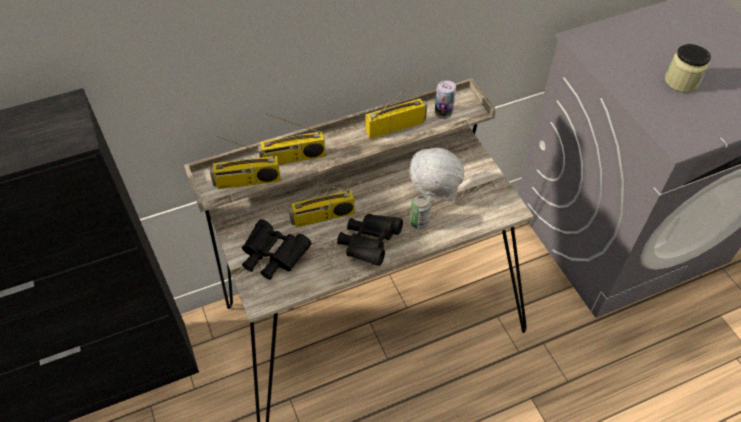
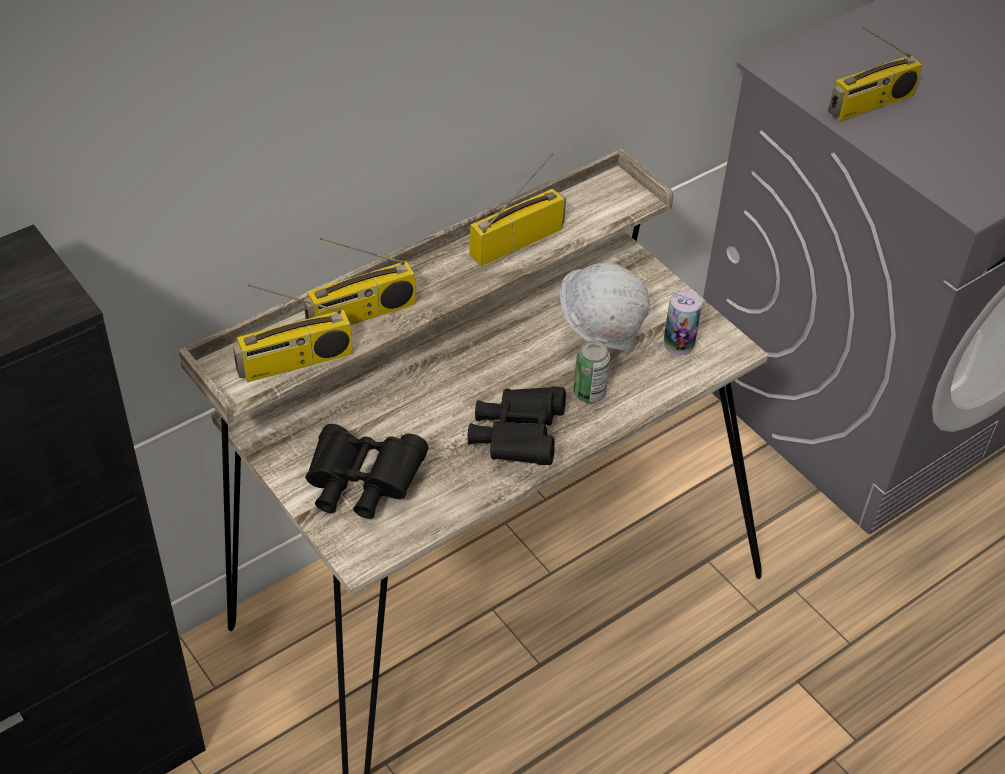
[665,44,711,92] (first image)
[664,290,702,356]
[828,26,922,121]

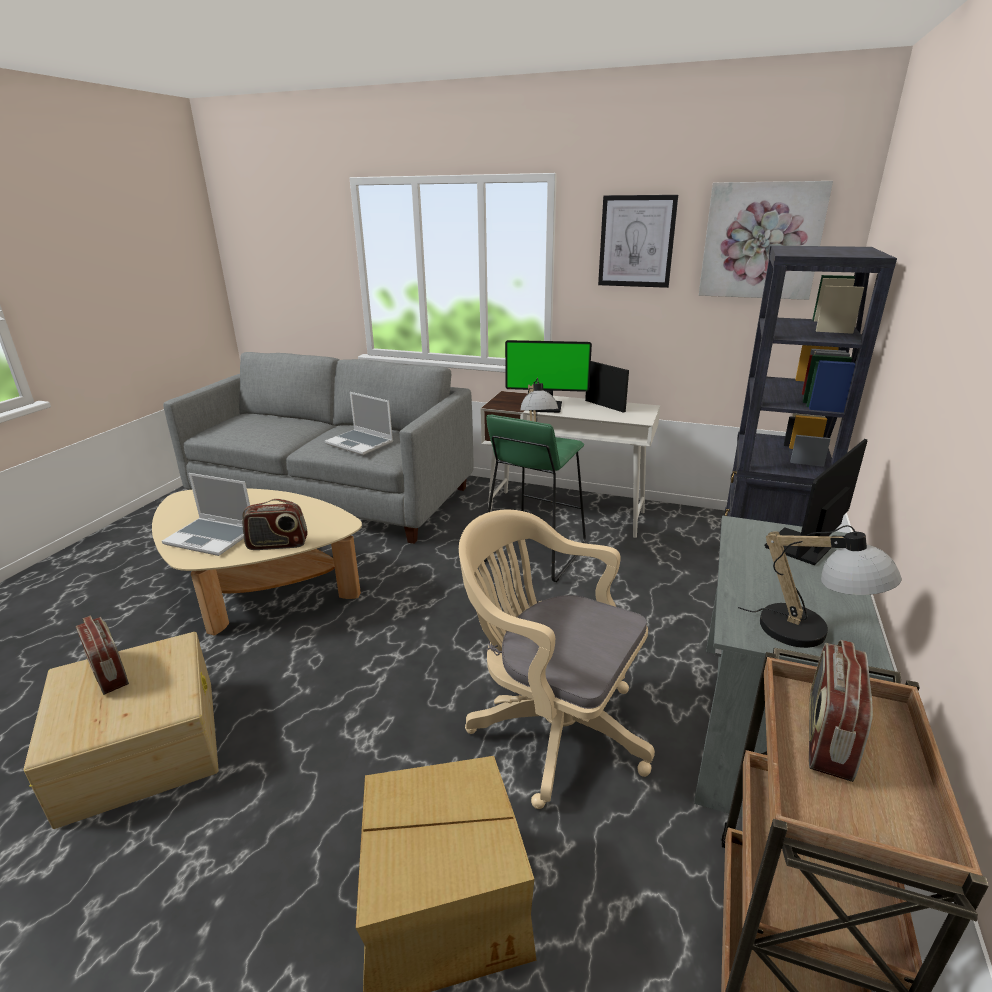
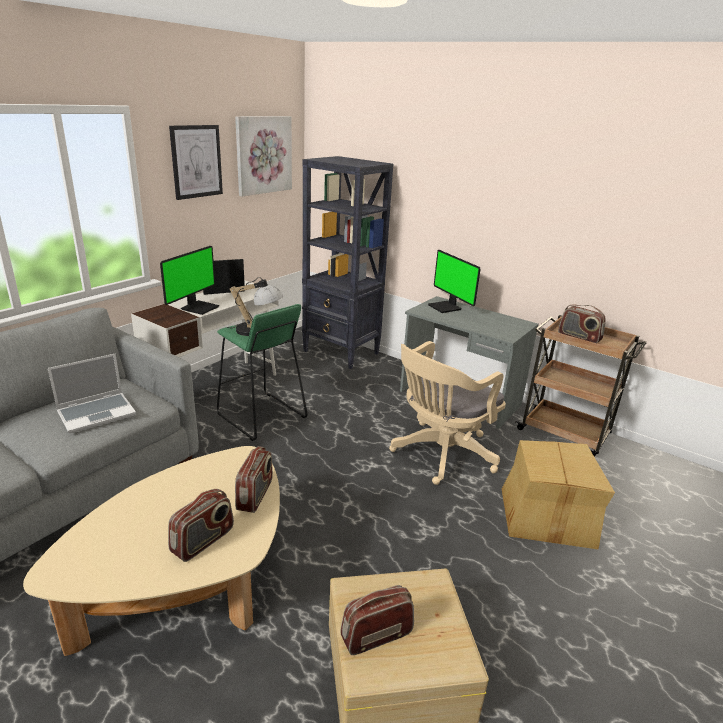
[168,489,234,562]
[738,525,902,648] (first image)

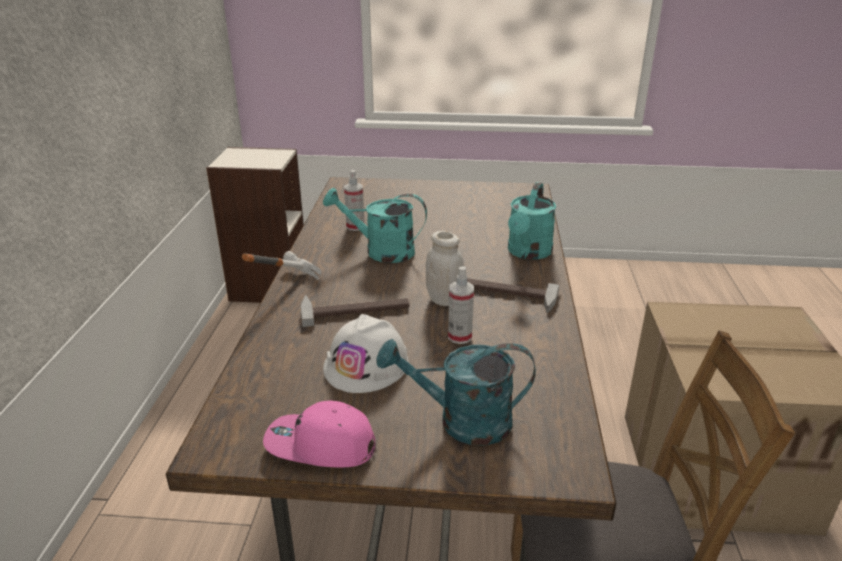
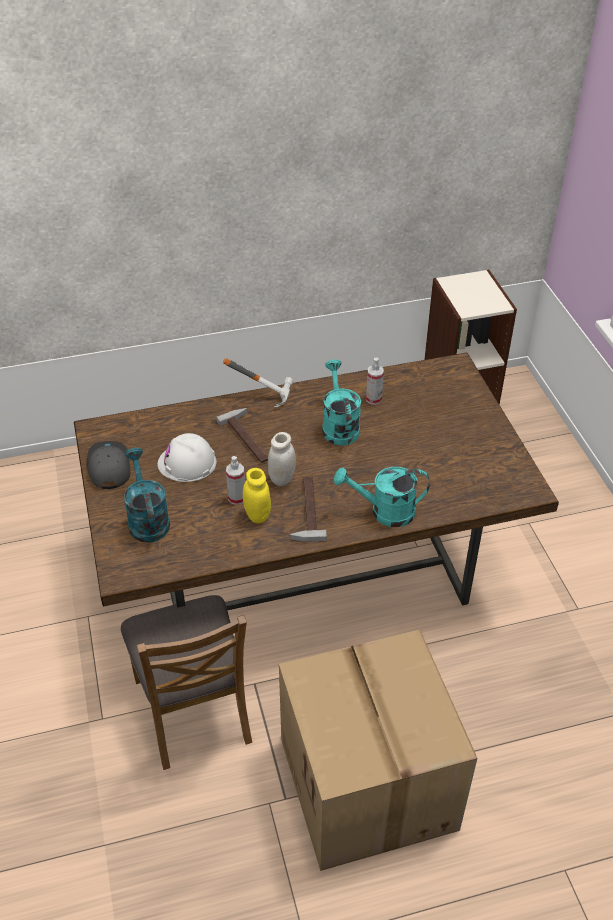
[87,441,130,489]
[243,468,271,523]

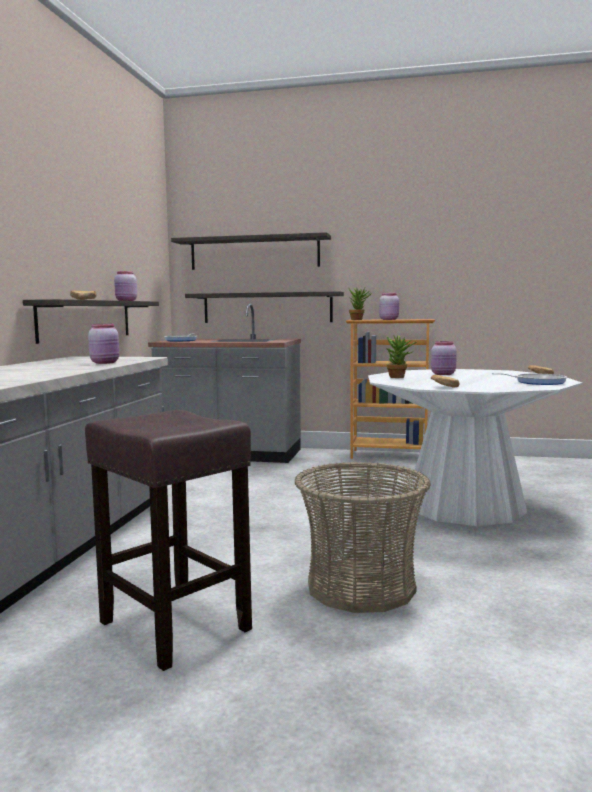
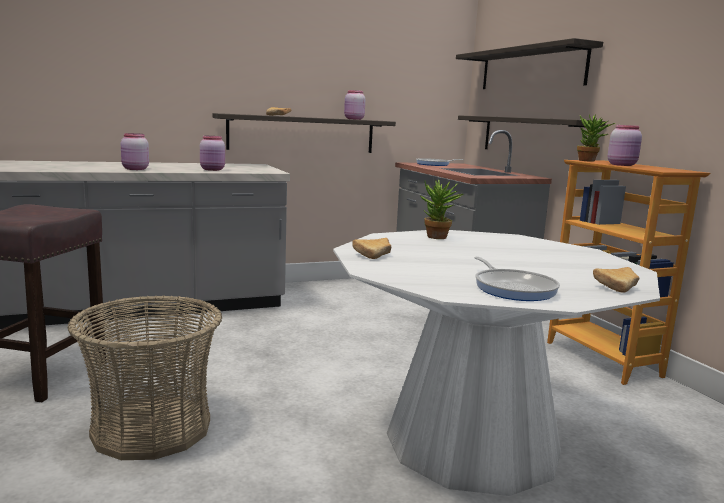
[121,133,149,170]

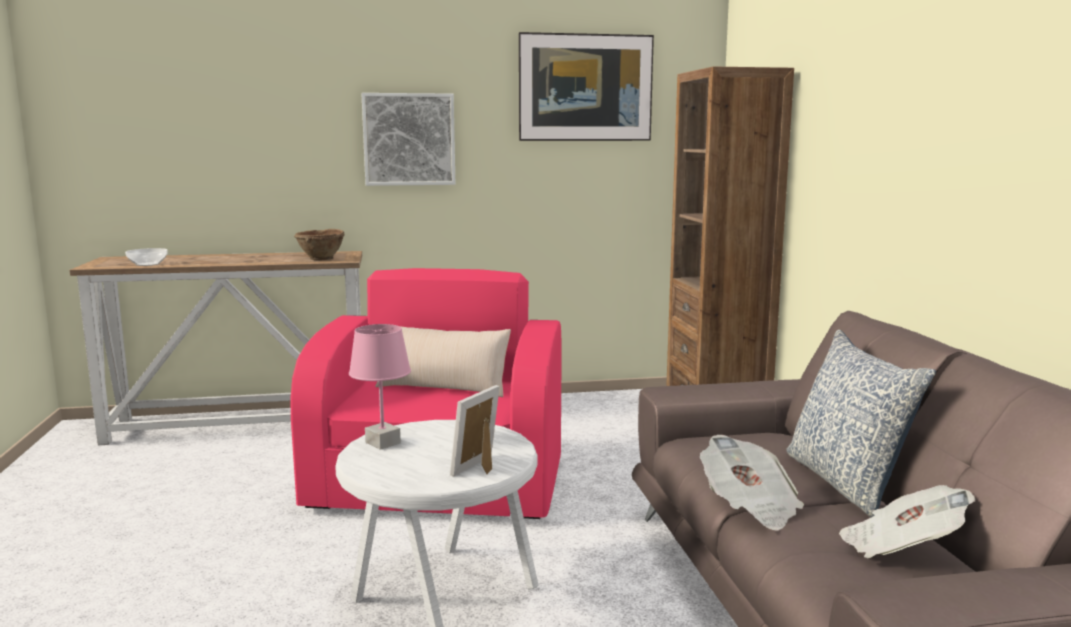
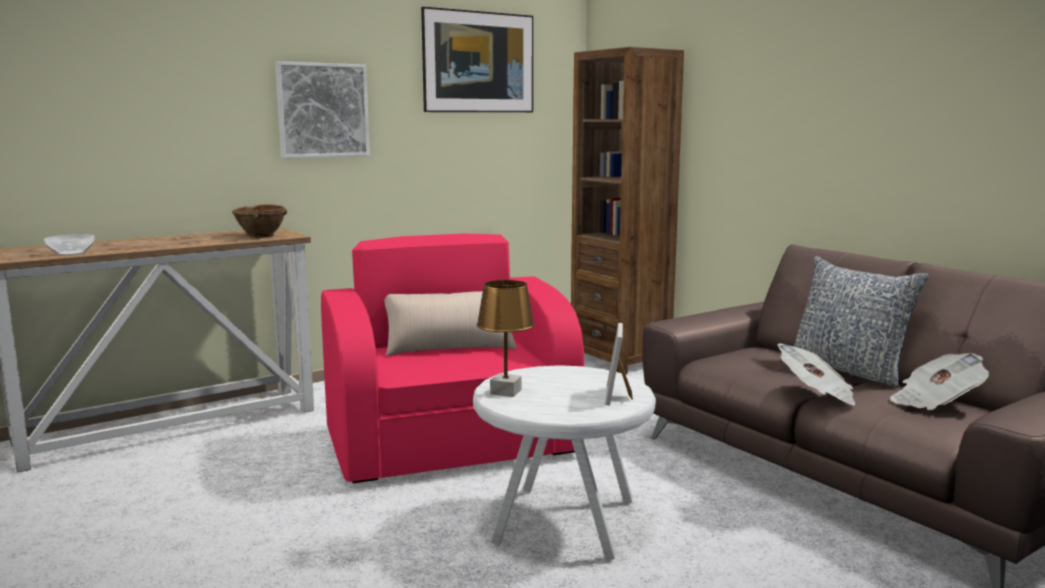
[477,280,534,397]

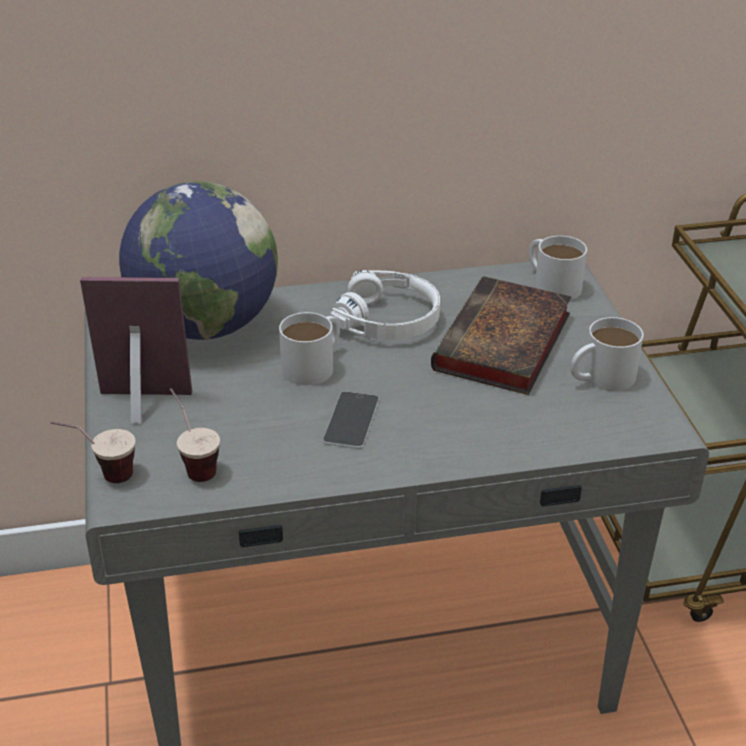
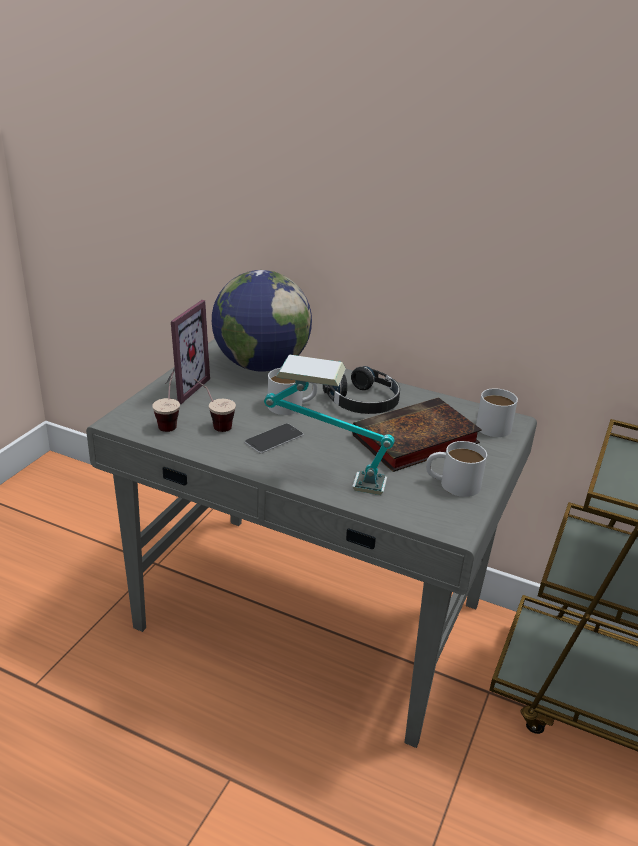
[323,366,400,414]
[166,300,210,404]
[194,378,236,432]
[264,354,395,495]

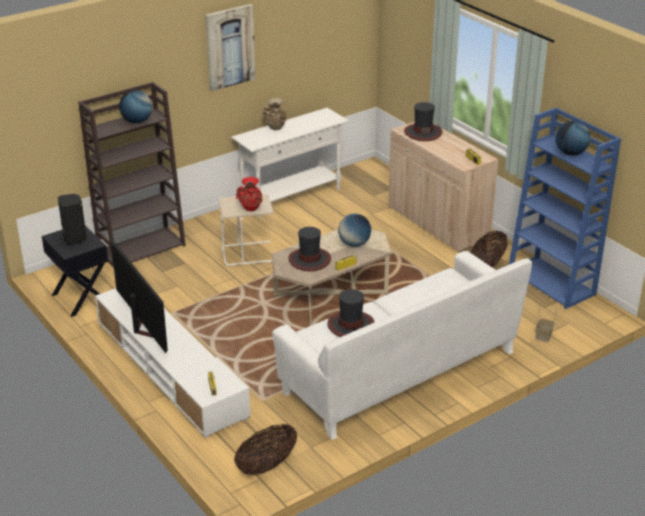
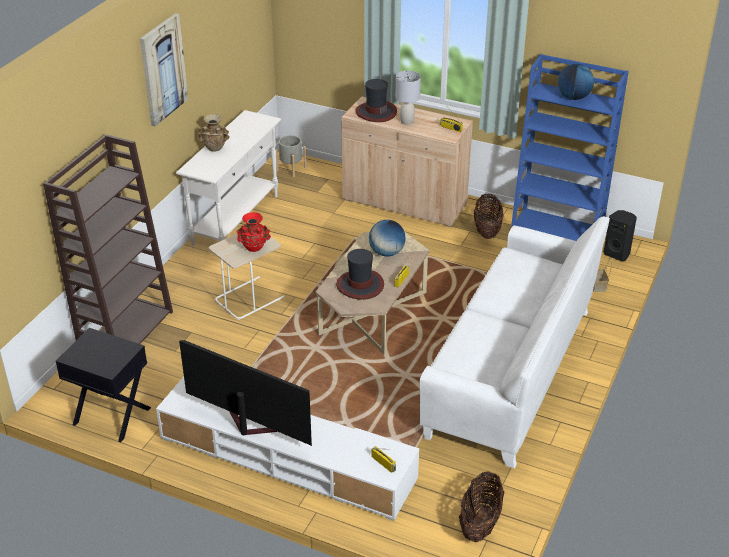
[119,90,152,123] (first image)
[604,210,637,261]
[327,289,374,337] (first image)
[396,71,421,125]
[276,135,307,177]

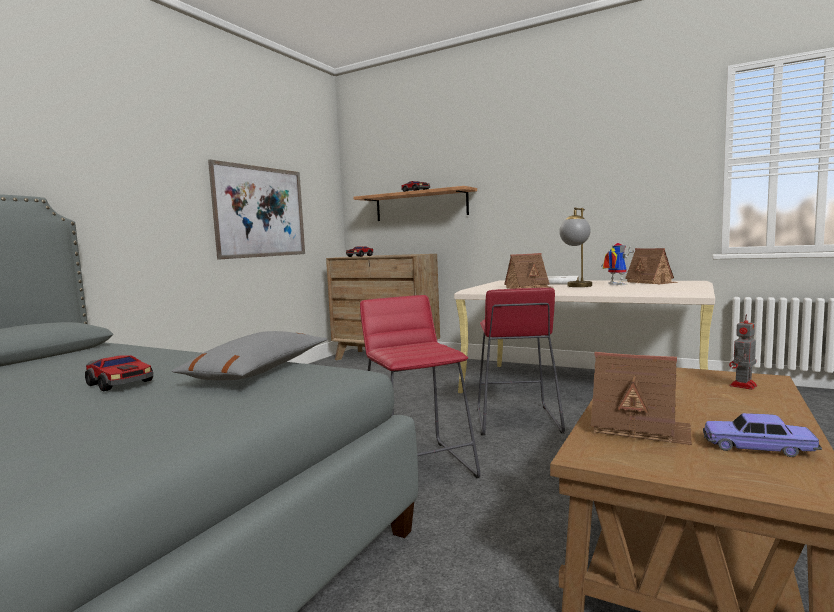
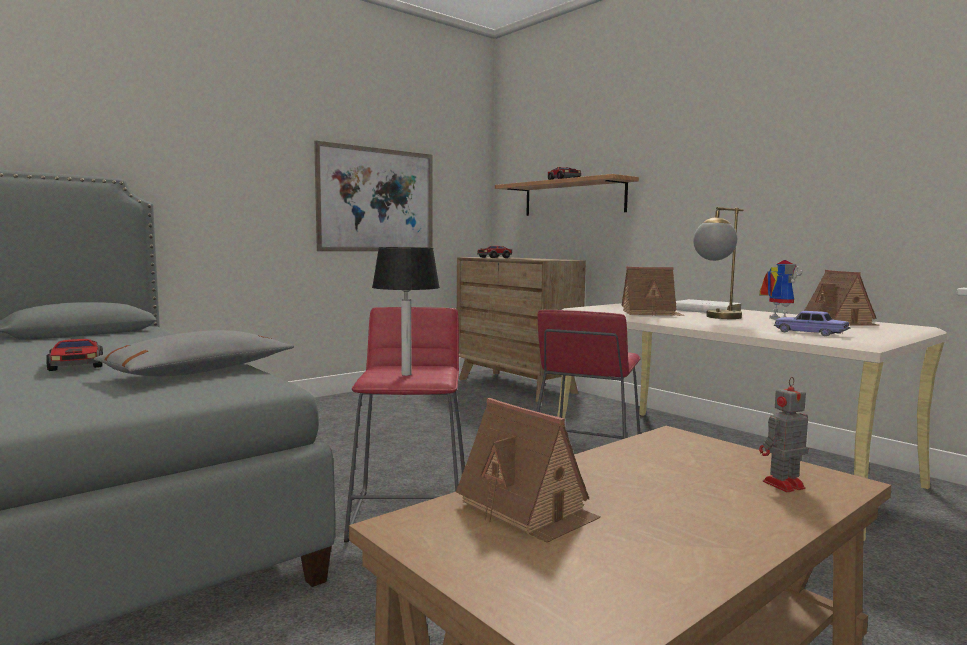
[774,311,850,336]
[372,247,440,376]

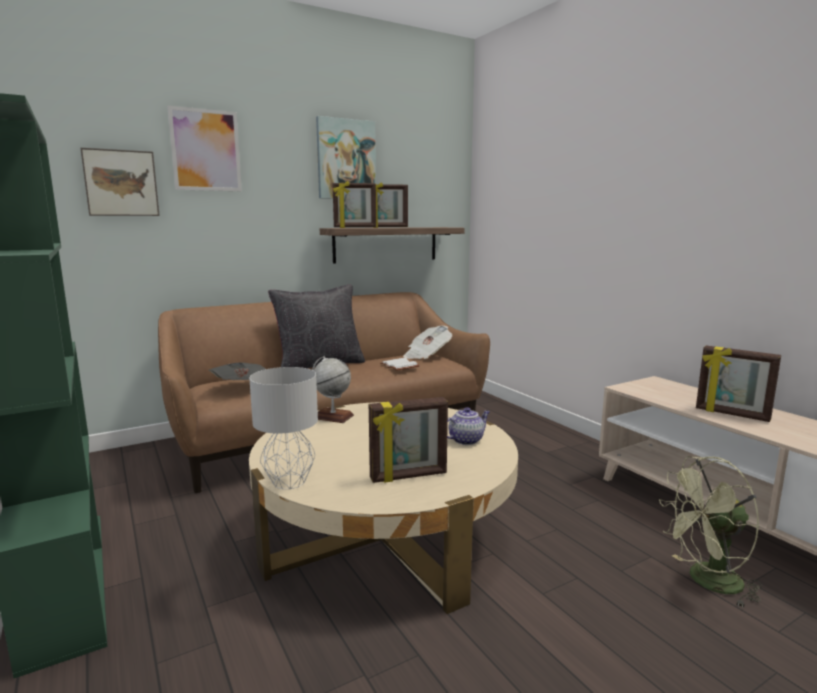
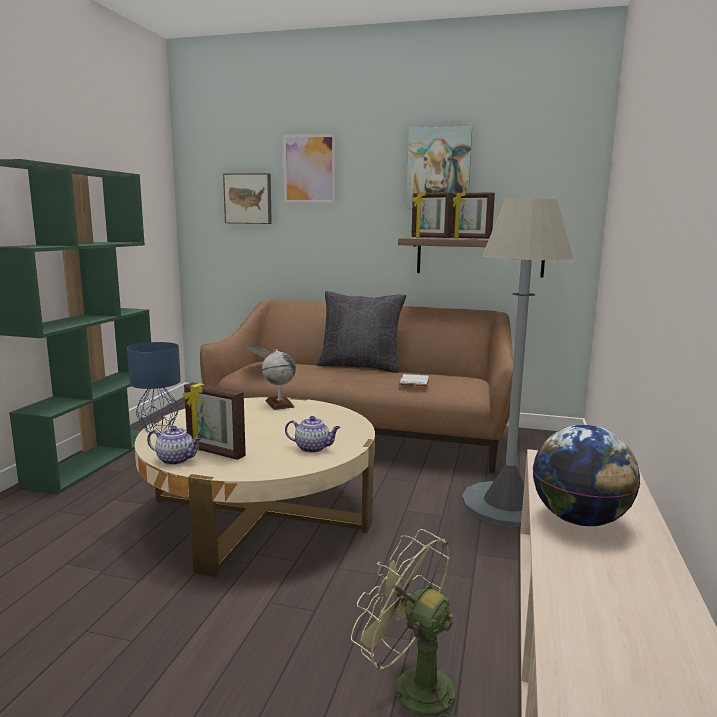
[403,325,452,359] (first image)
[533,424,640,526]
[127,342,181,434]
[462,199,573,528]
[147,426,202,465]

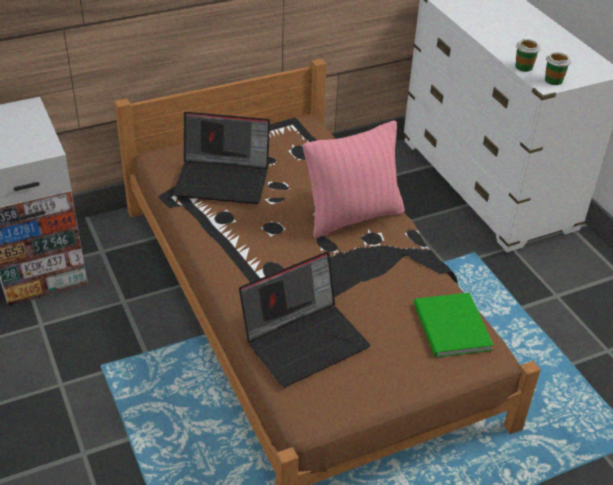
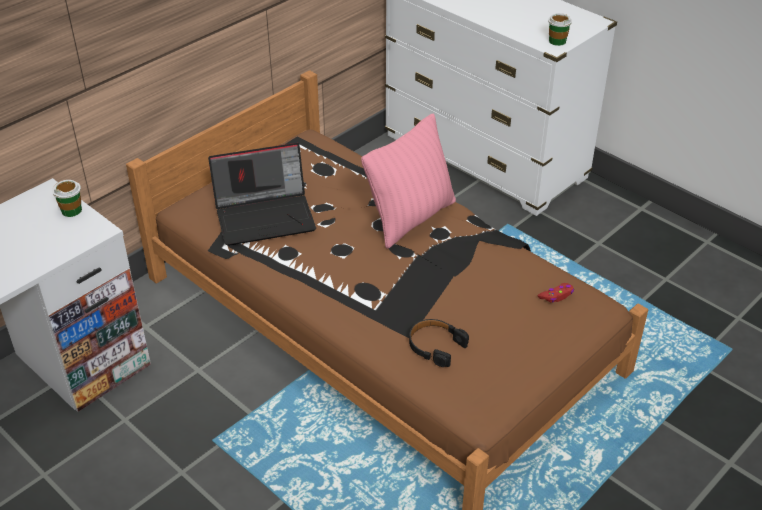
[52,180,82,217]
[409,319,469,367]
[538,283,574,303]

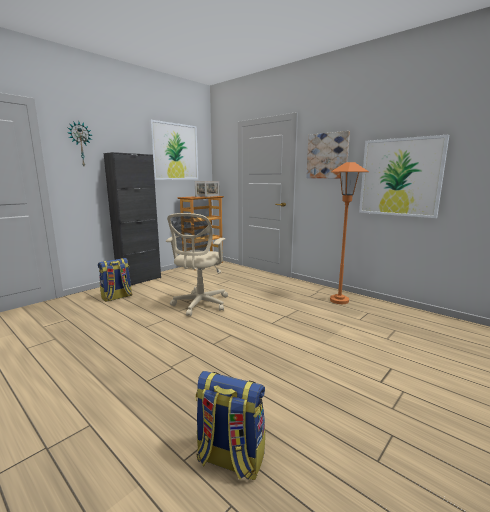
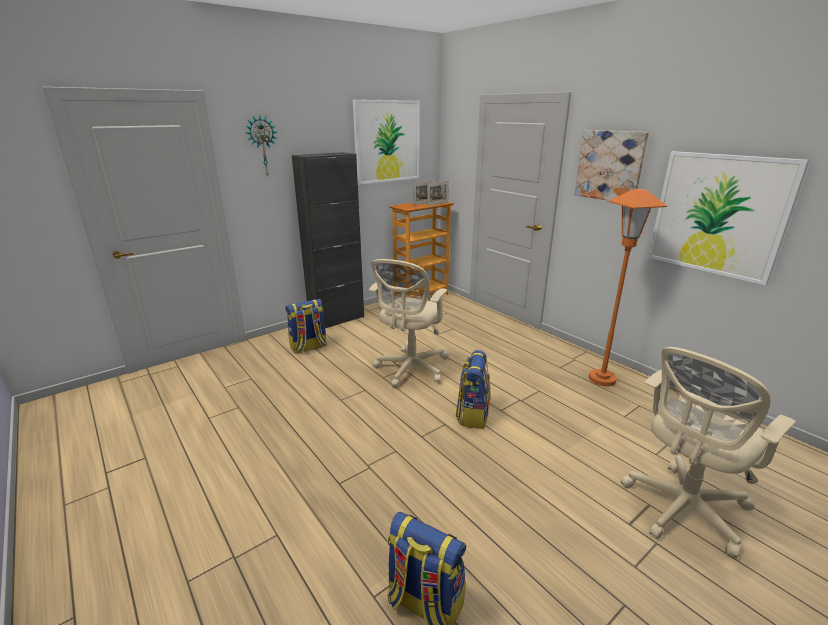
[621,347,796,558]
[456,350,491,429]

